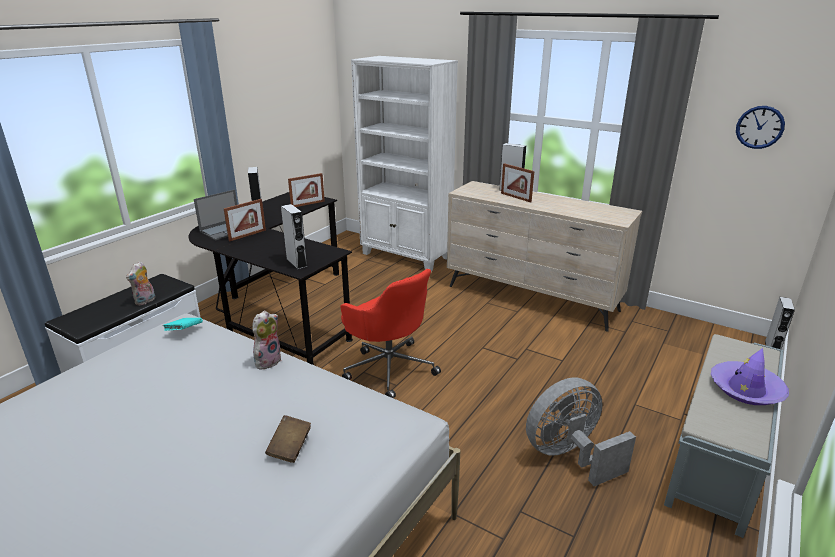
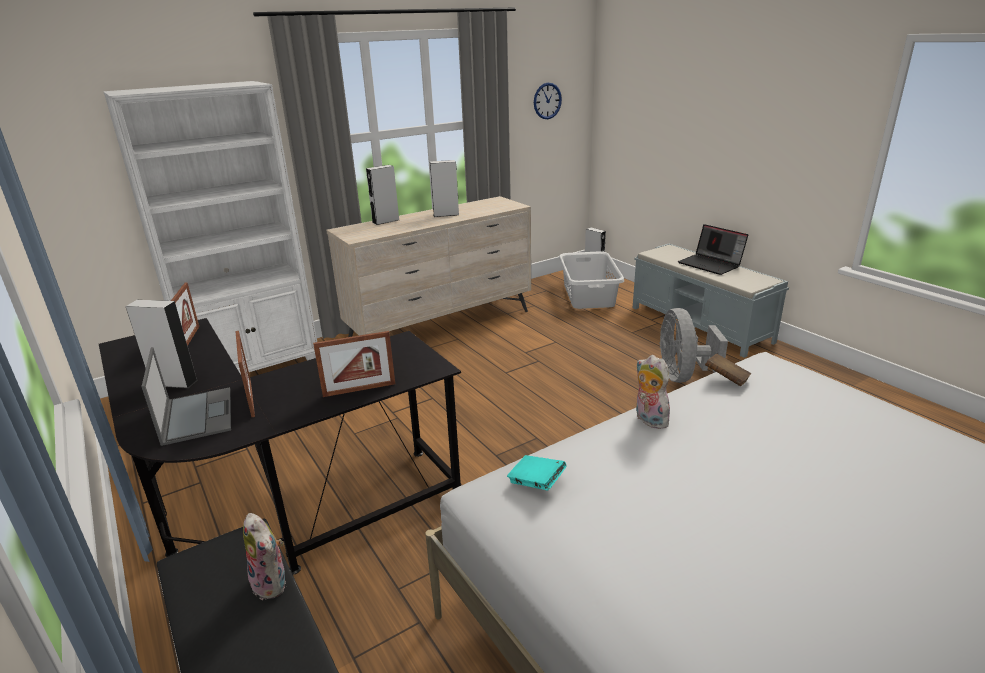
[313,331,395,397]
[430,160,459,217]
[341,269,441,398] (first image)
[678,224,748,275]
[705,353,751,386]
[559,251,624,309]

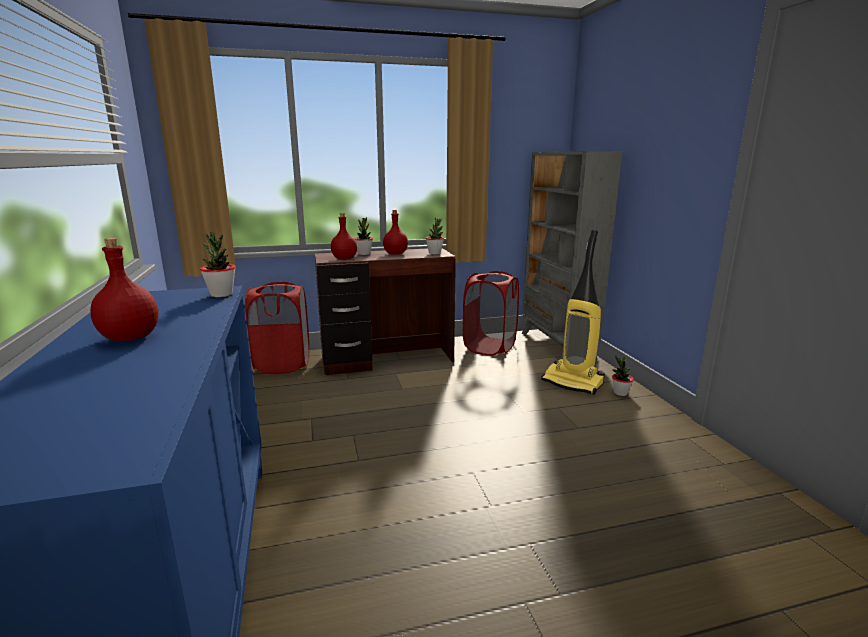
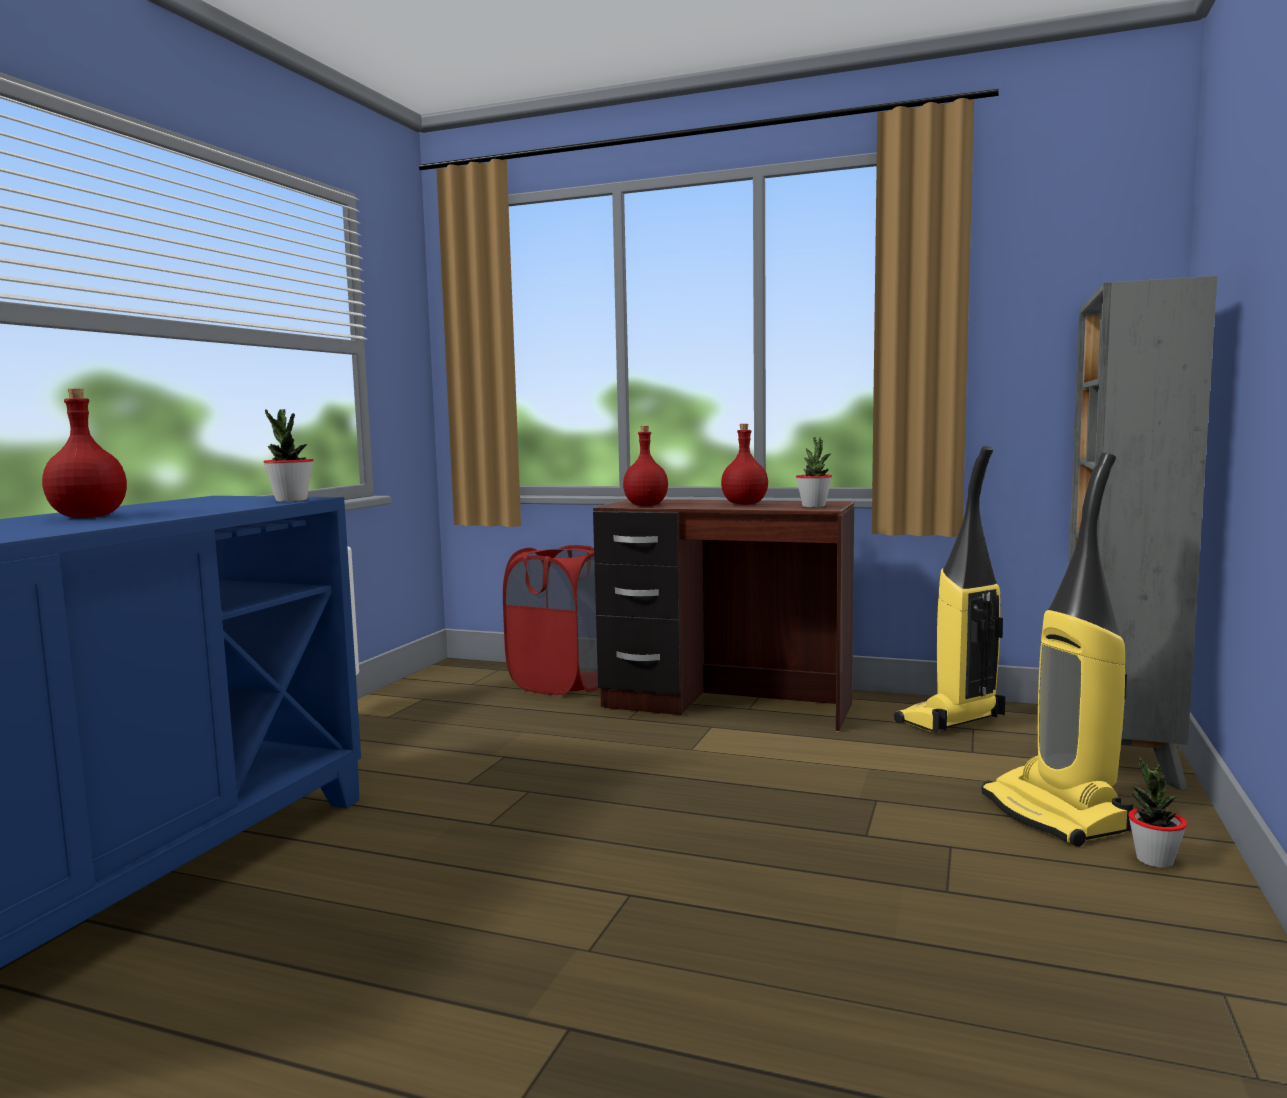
[354,217,373,255] (first image)
[894,446,1005,733]

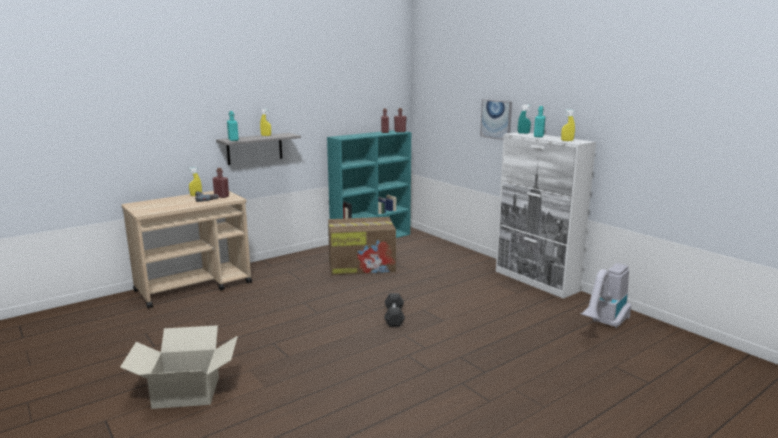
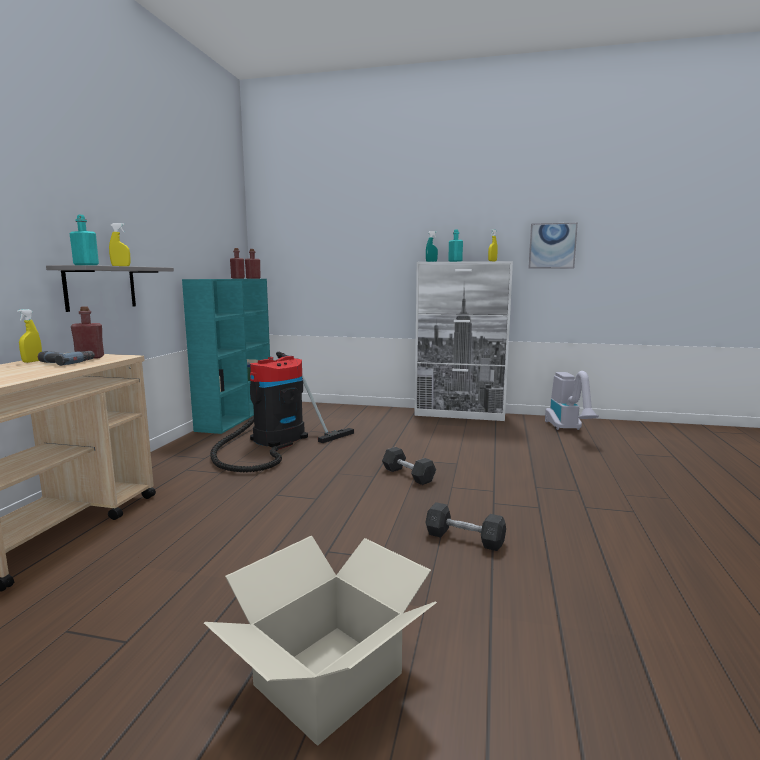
[528,223,578,269]
[210,352,354,472]
[425,502,506,551]

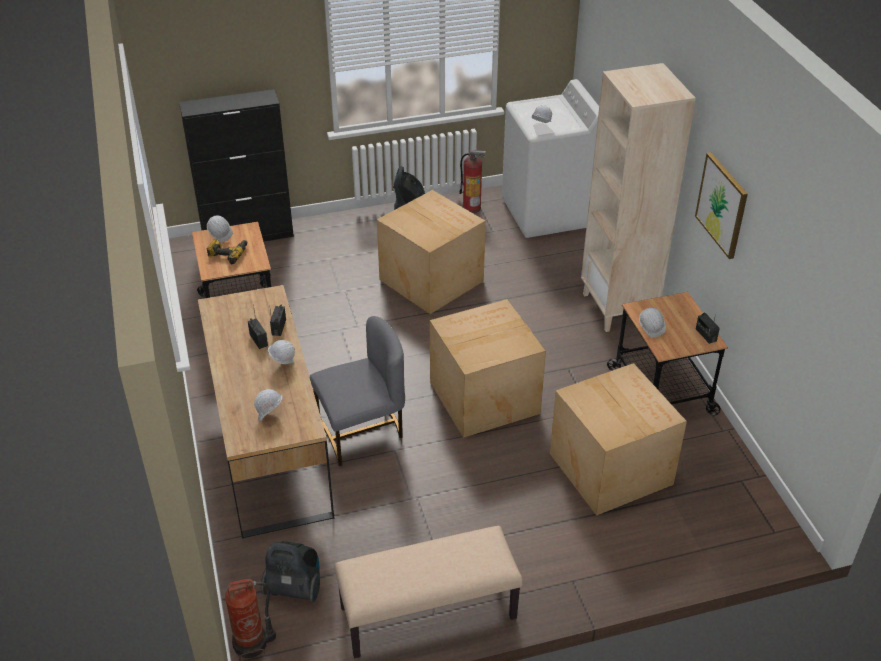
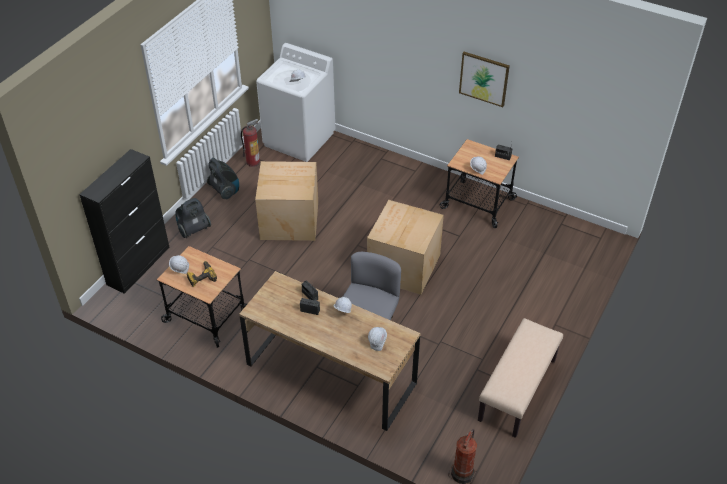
[581,63,696,332] (first image)
[550,363,687,516] (first image)
[175,198,211,238]

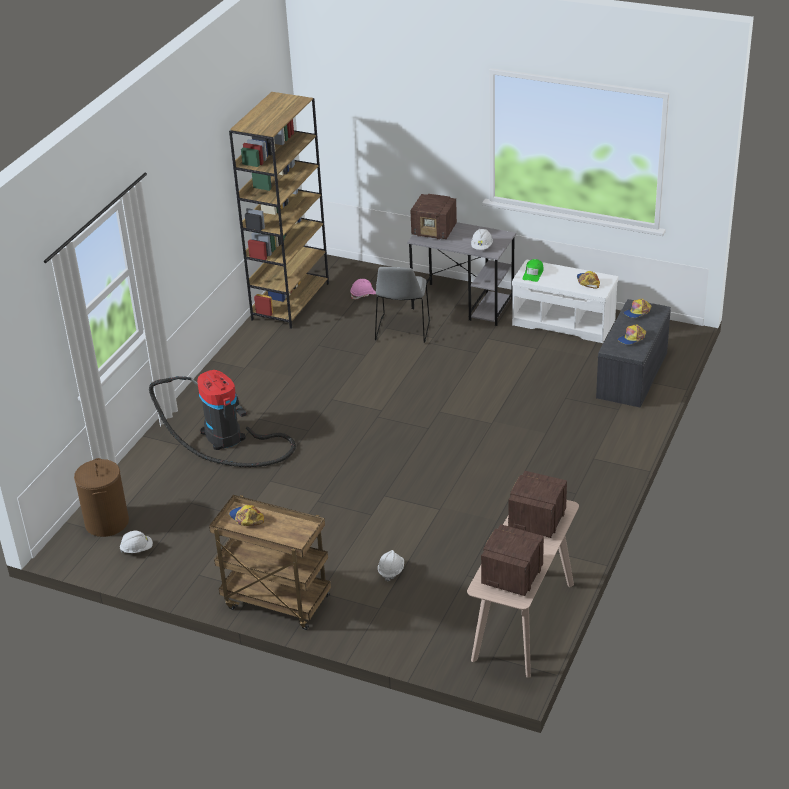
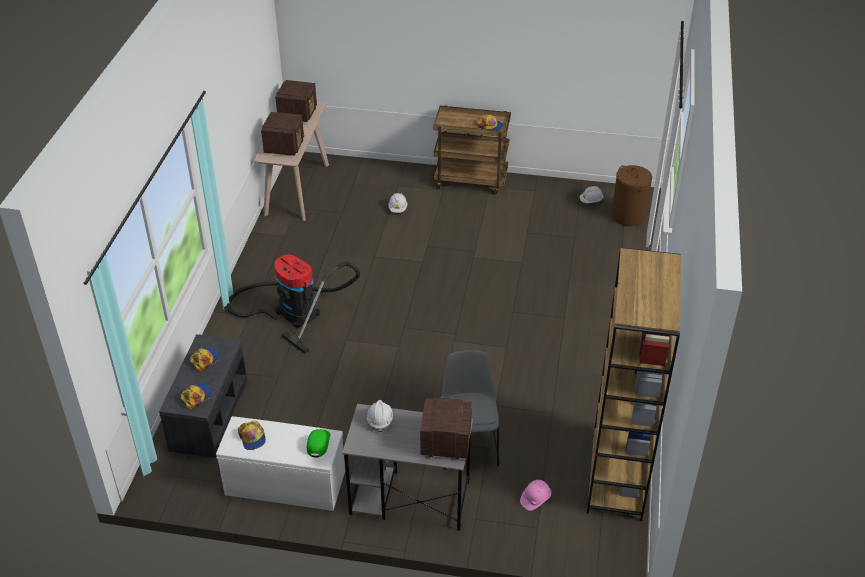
[227,254,360,354]

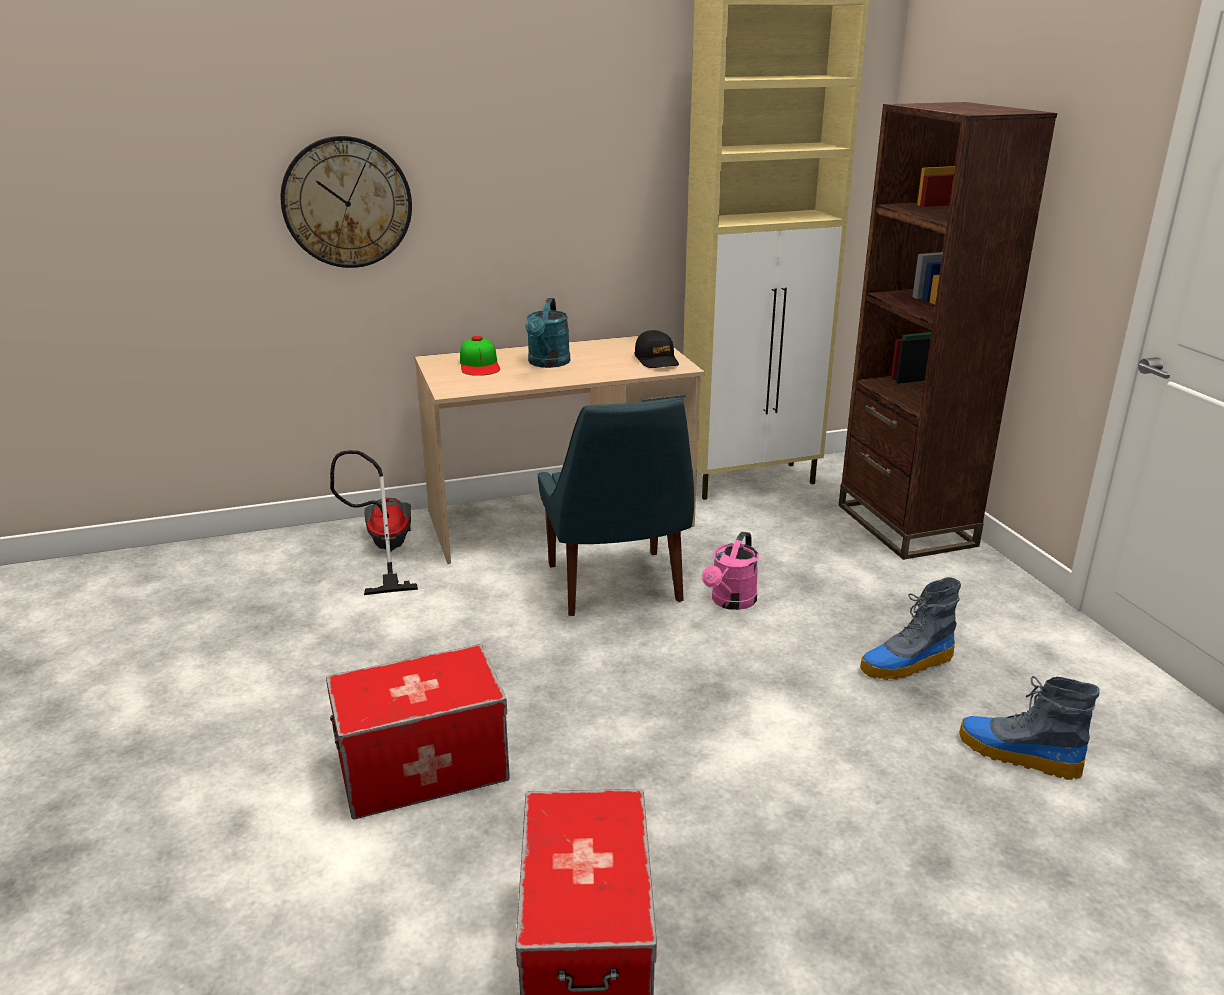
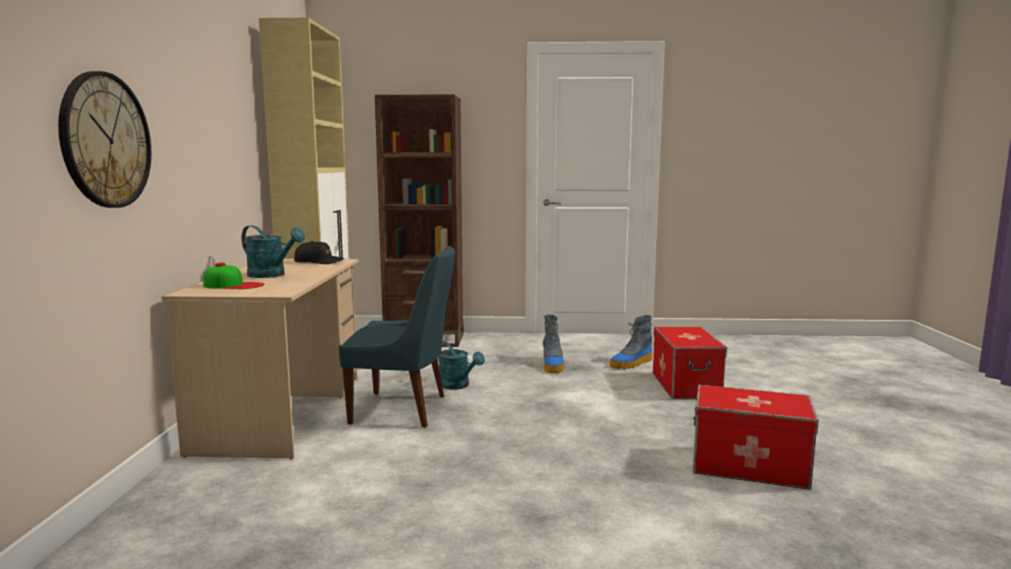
[330,450,418,595] (first image)
[438,342,485,390]
[653,326,727,399]

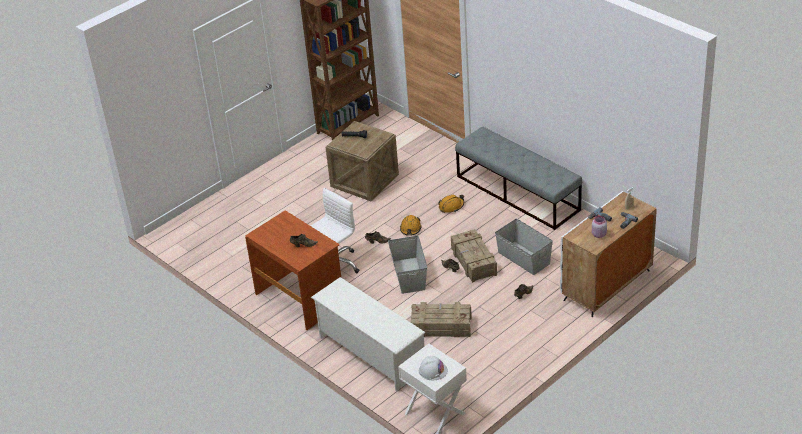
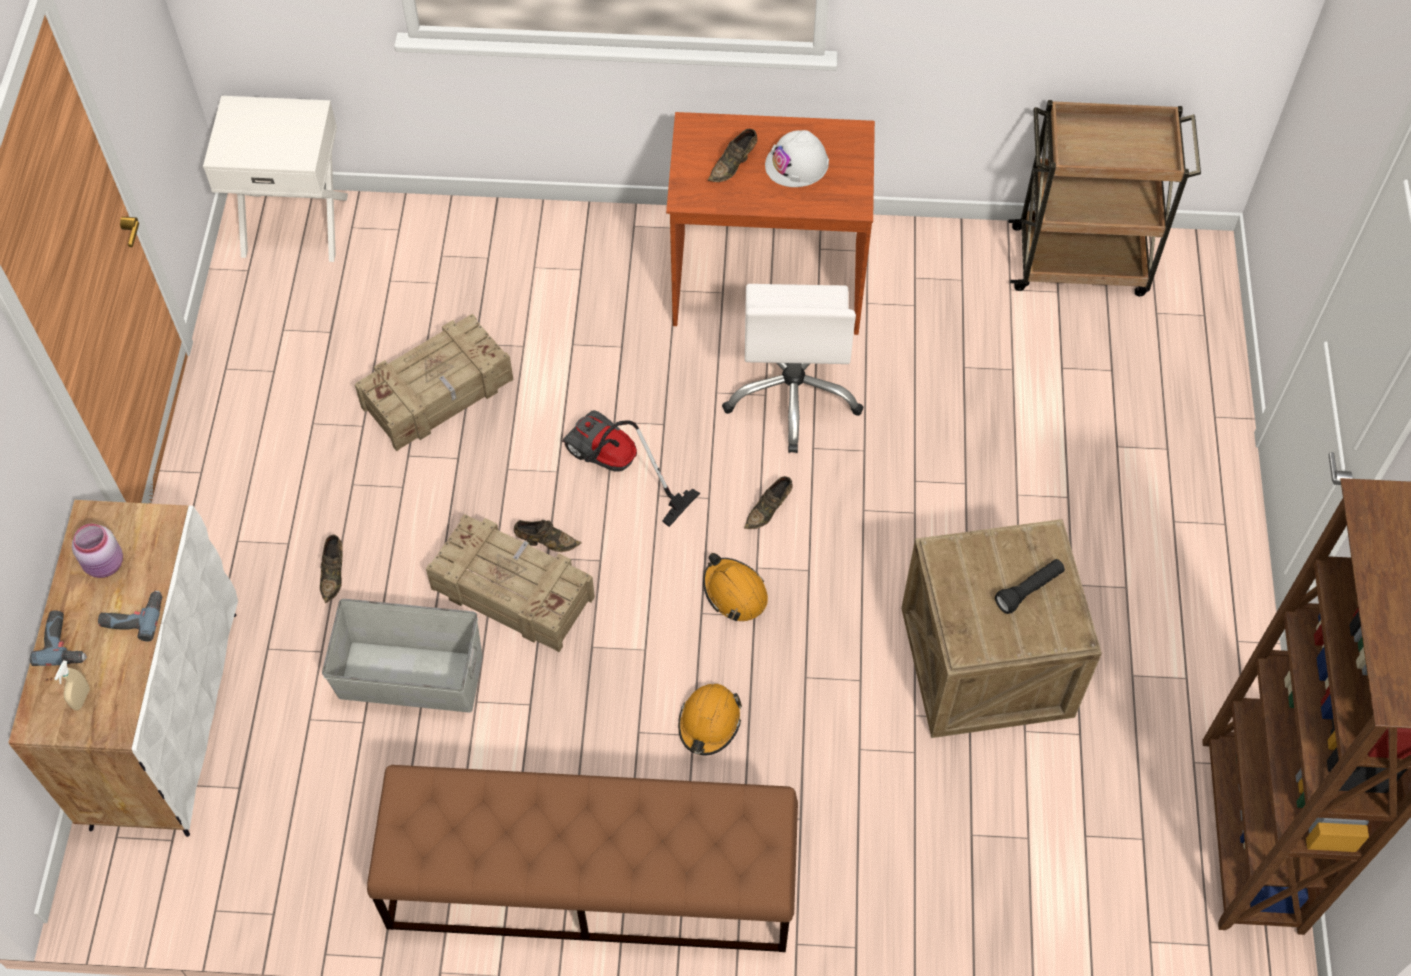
[367,765,798,952]
[562,410,700,527]
[311,277,426,391] (first image)
[765,130,829,187]
[1008,100,1201,296]

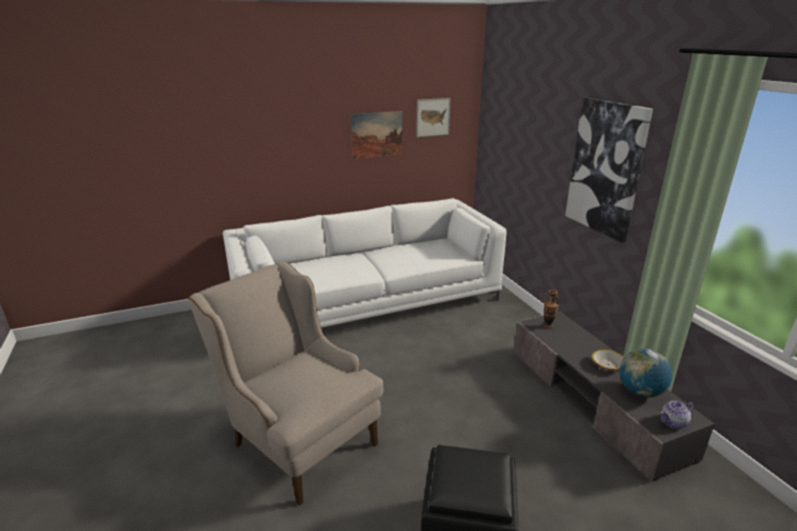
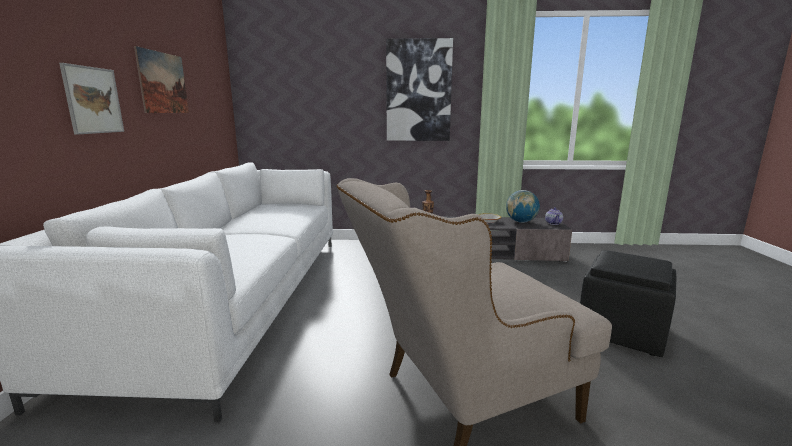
[59,63,124,135]

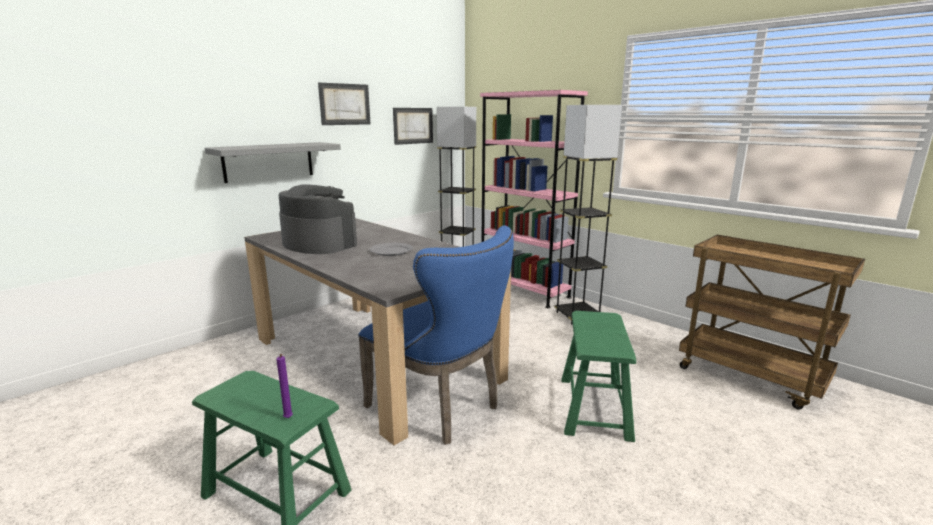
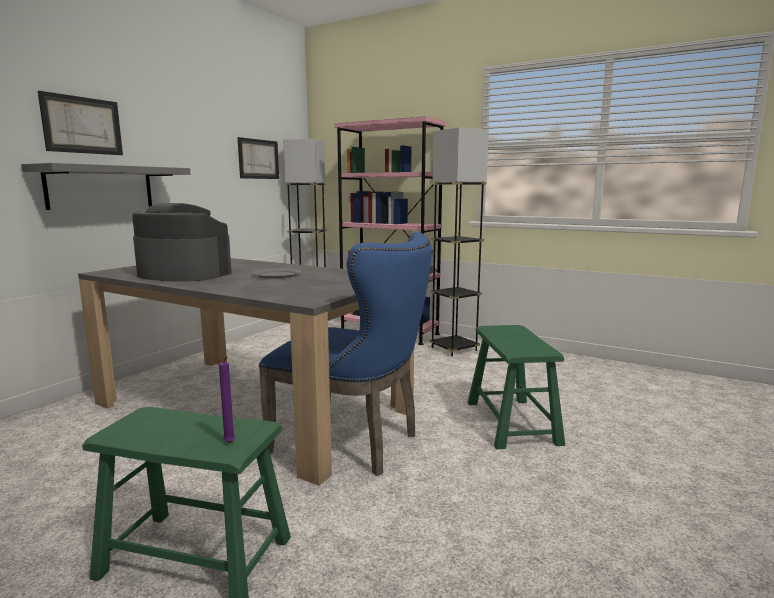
[38,91,123,155]
[679,235,865,409] (first image)

